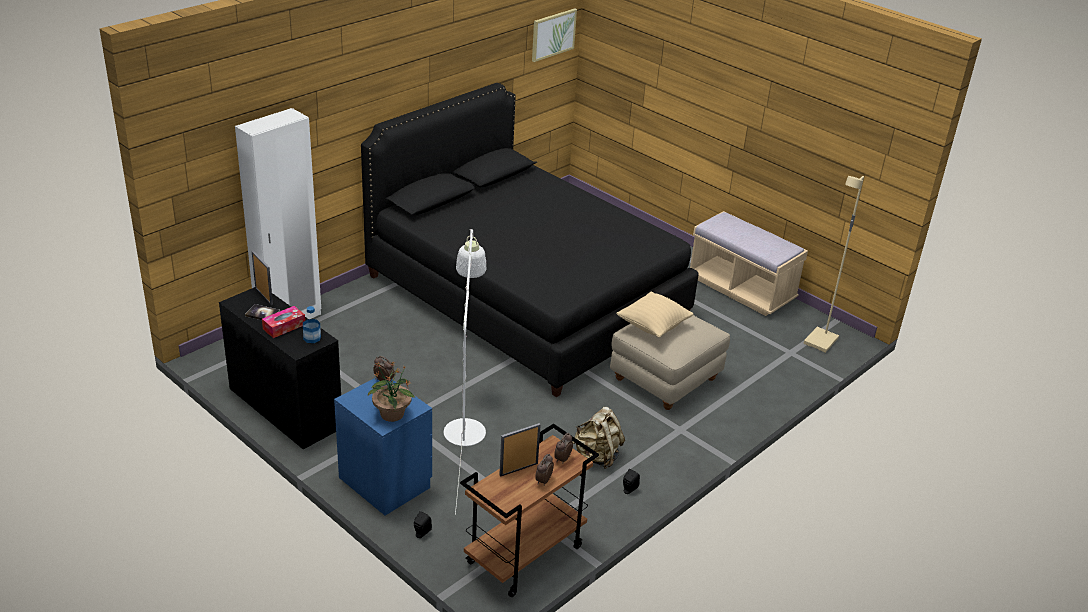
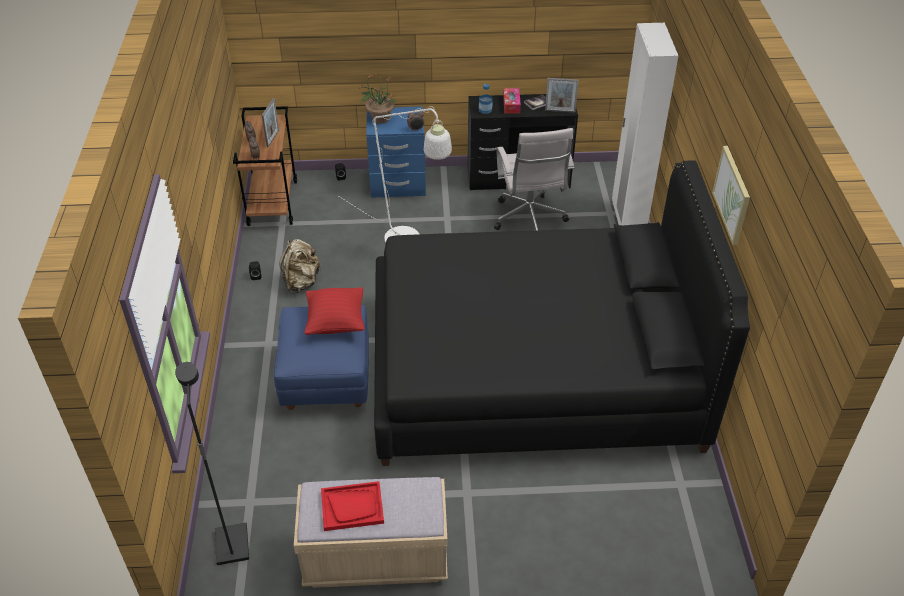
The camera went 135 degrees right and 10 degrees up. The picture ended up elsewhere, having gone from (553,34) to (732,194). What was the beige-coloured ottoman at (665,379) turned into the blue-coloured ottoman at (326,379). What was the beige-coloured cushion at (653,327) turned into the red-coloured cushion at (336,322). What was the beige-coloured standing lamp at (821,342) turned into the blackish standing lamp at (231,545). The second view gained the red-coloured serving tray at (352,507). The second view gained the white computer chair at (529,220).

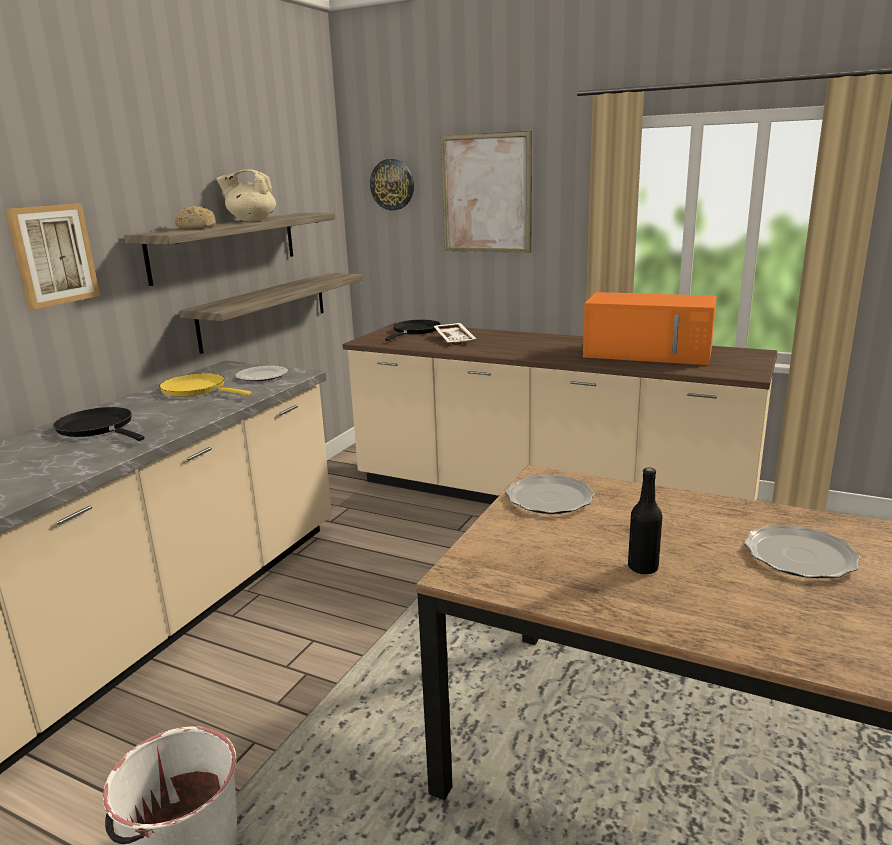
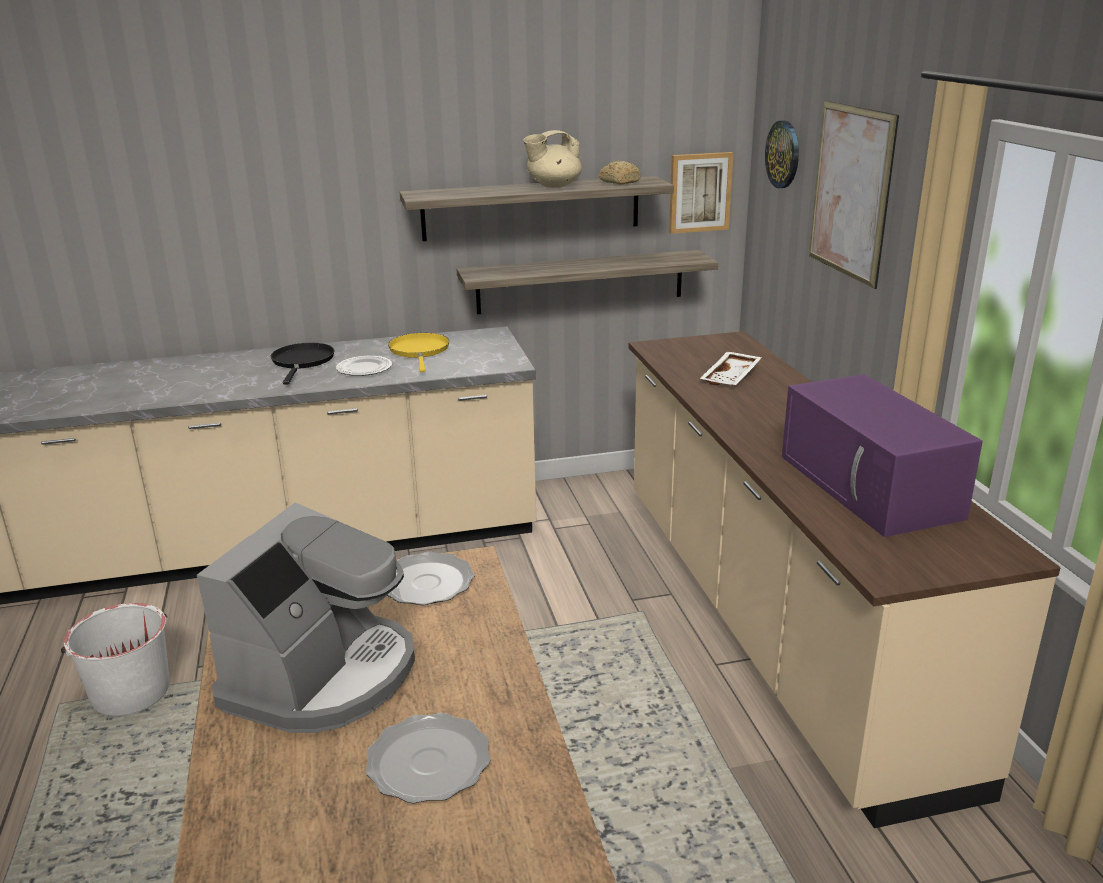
The camera went 50 degrees right and 5 degrees up. The picture ended up elsewhere, having gone from (53,255) to (699,192). The baked bread ended up elsewhere, having gone from (195,227) to (619,182). The beige-coloured teapot at (251,220) ended up facing another way, 75 degrees counterclockwise from before. The dinner plate ended up elsewhere, having gone from (263,376) to (365,368). The second view lost the blackish skillet at (415,331). What was the orange-coloured microwave at (649,353) turned into the purple-coloured microwave at (871,487). Where the blackish drink bottle stood at (643,568), the coffee brewer came to stand at (323,676).

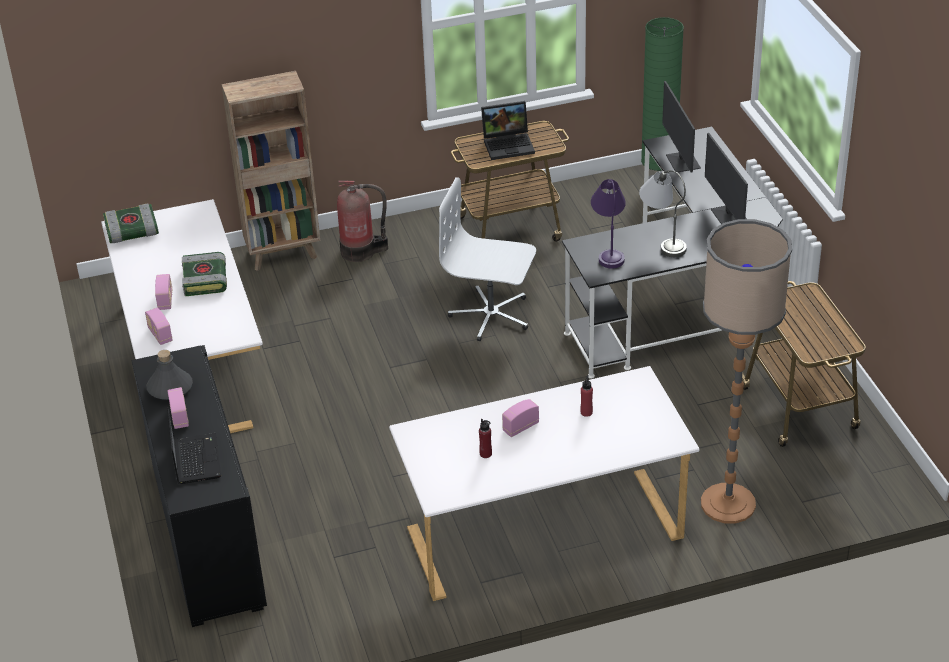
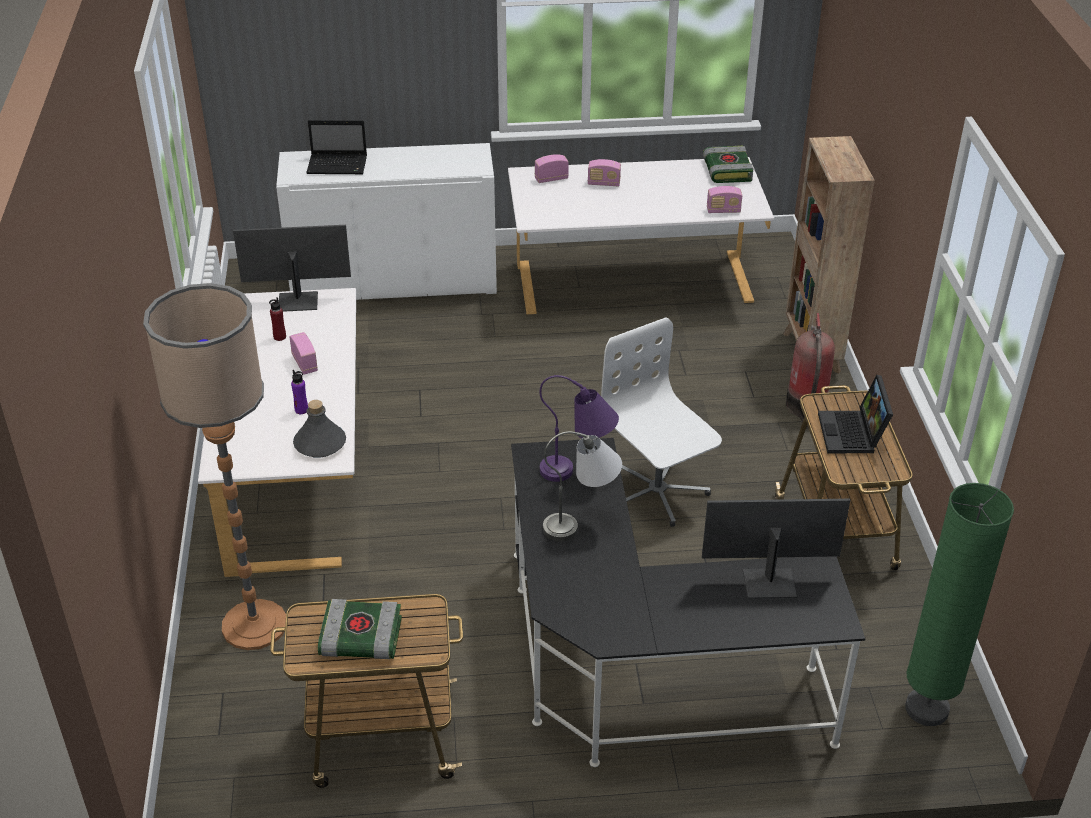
The camera went 100 degrees right and 0 degrees up. What was the blackish cabinet at (208,536) turned into the white cabinet at (394,282). The gray drink bottle ended up elsewhere, having gone from (169,388) to (320,443). The radio ended up elsewhere, having gone from (179,417) to (723,210). The bound book ended up elsewhere, having gone from (206,280) to (359,639). The white computer chair at (491,315) ended up facing another way, 60 degrees counterclockwise from before. What was the red-coloured drink bottle at (586,412) turned into the purple-coloured drink bottle at (301,410). The computer screen ended up elsewhere, having gone from (728,216) to (297,301).

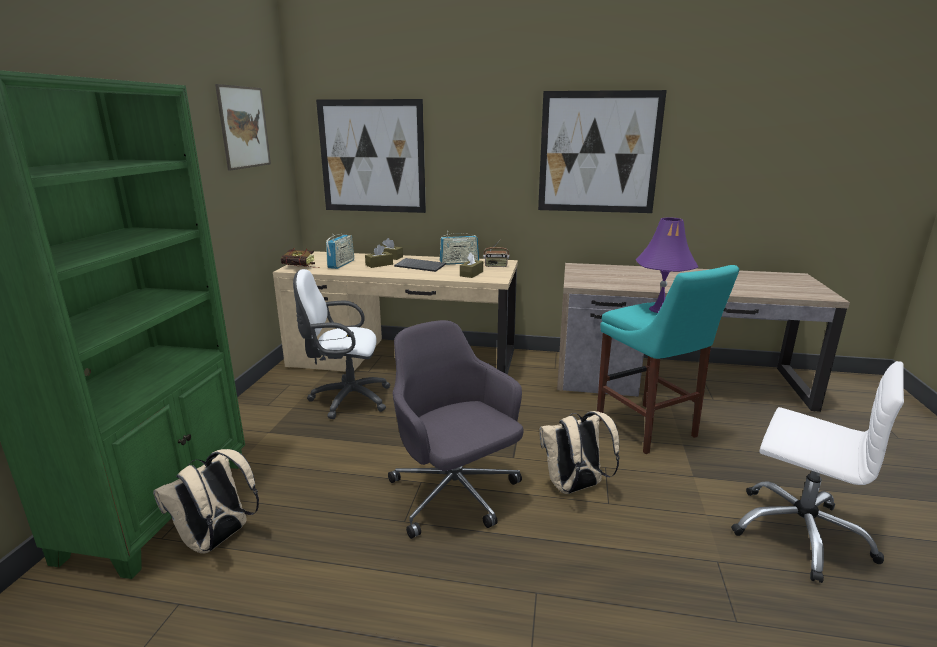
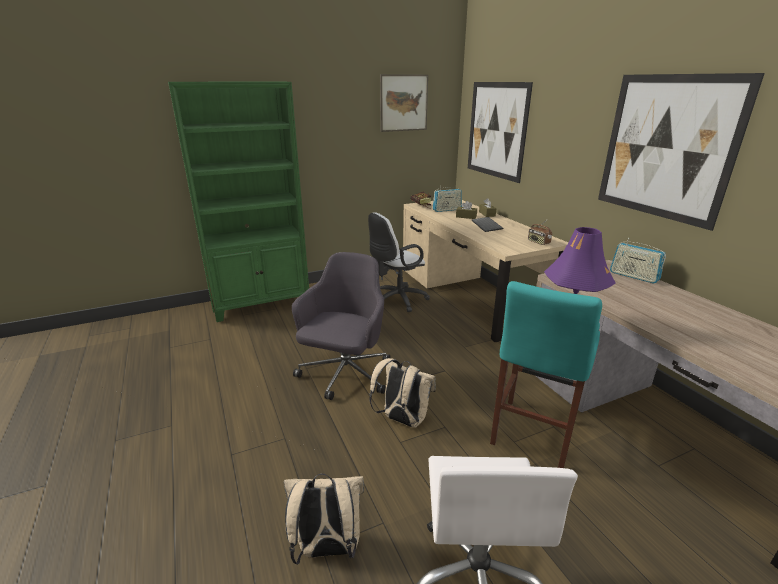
The camera went 55 degrees right and 5 degrees up. The beige-coloured backpack ended up elsewhere, having gone from (217,540) to (327,548). The white computer chair at (346,399) ended up facing another way, 90 degrees counterclockwise from before. The radio ended up elsewhere, having gone from (459,262) to (633,276). The second view lost the brownish tissue box at (471,274).

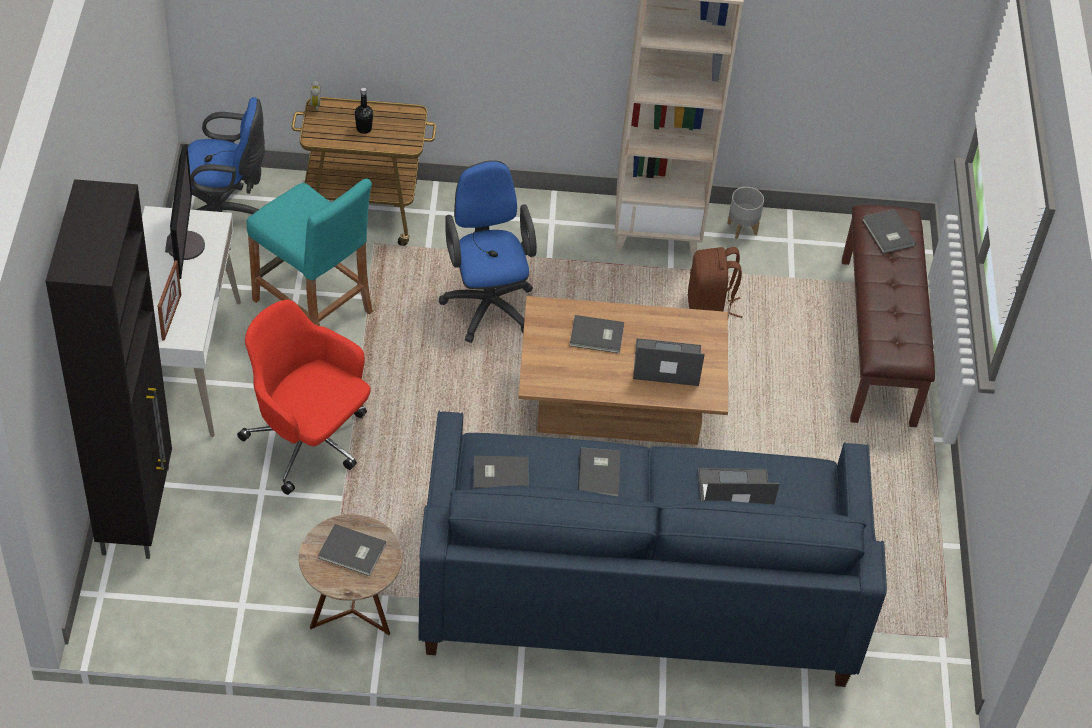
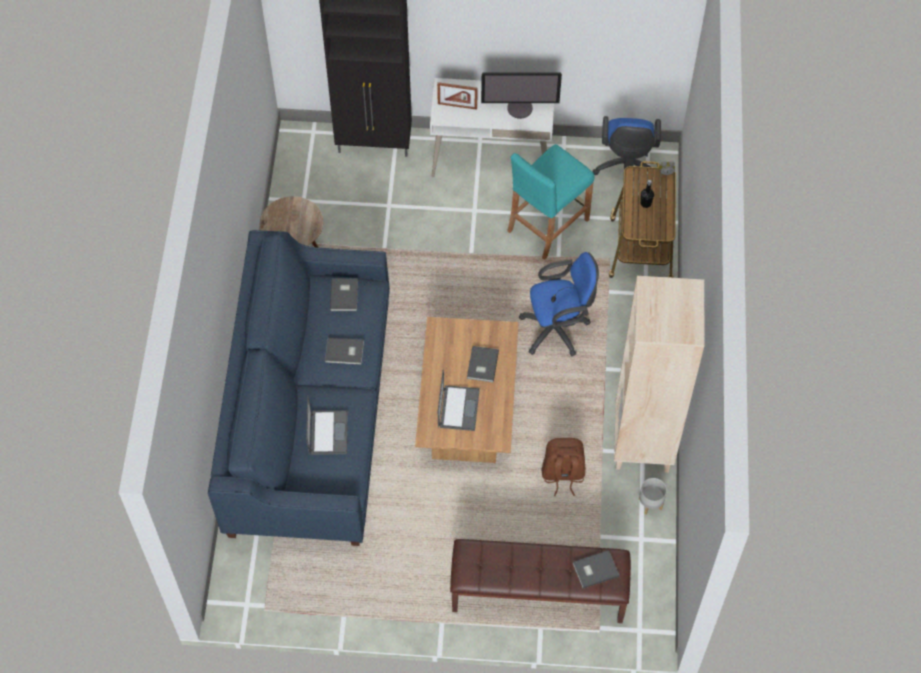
The camera went 95 degrees right and 10 degrees up. The second view lost the red-coloured computer chair at (309,442). The second view lost the gray bound book at (352,552).

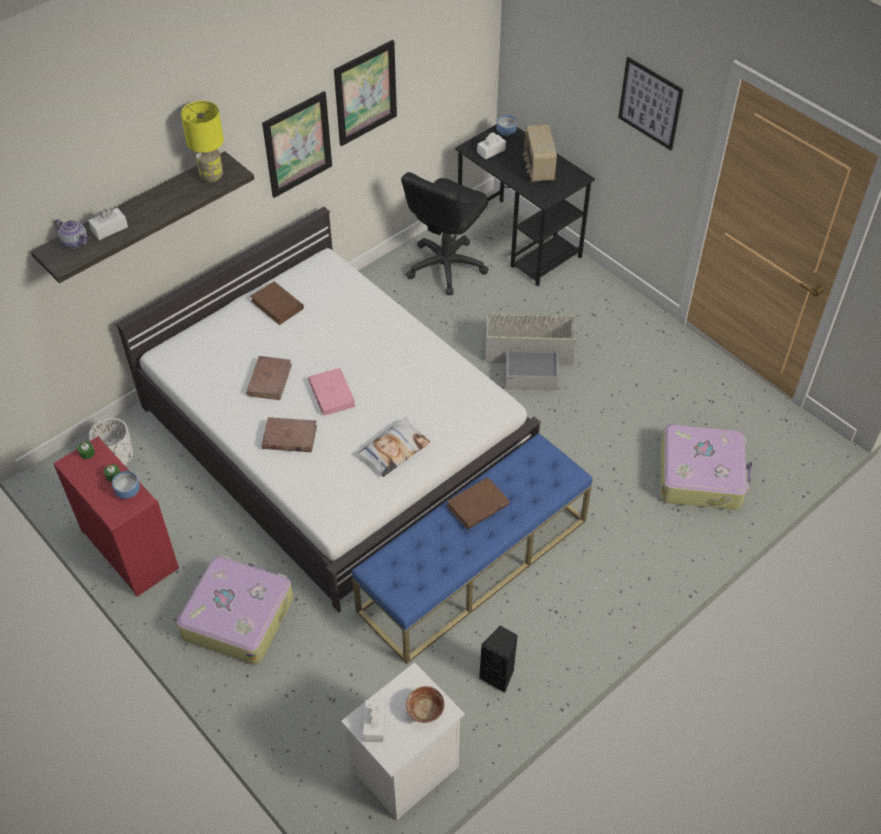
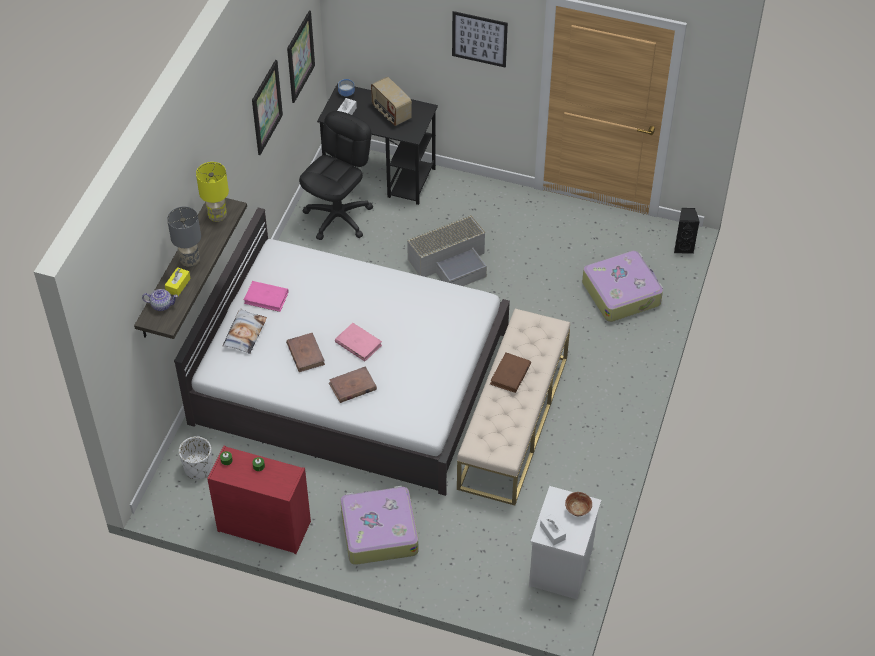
The camera went 30 degrees left and 0 degrees up. What was the white tissue box at (109,229) turned into the yellow-coloured tissue box at (178,285). The second view lost the serving bowl at (127,492). What was the brownish bound book at (277,305) turned into the pink bound book at (266,298). The picture ended up elsewhere, having gone from (297,144) to (300,56). What was the blue-coloured indoor bench at (474,564) turned into the beige-coloured indoor bench at (513,421). The cushion ended up elsewhere, having gone from (394,450) to (244,334). The blackish computer chair at (445,266) ended up facing another way, 150 degrees counterclockwise from before. The blackish loudspeaker ended up elsewhere, having gone from (498,675) to (683,247). The second view gained the gray table lamp at (190,261).

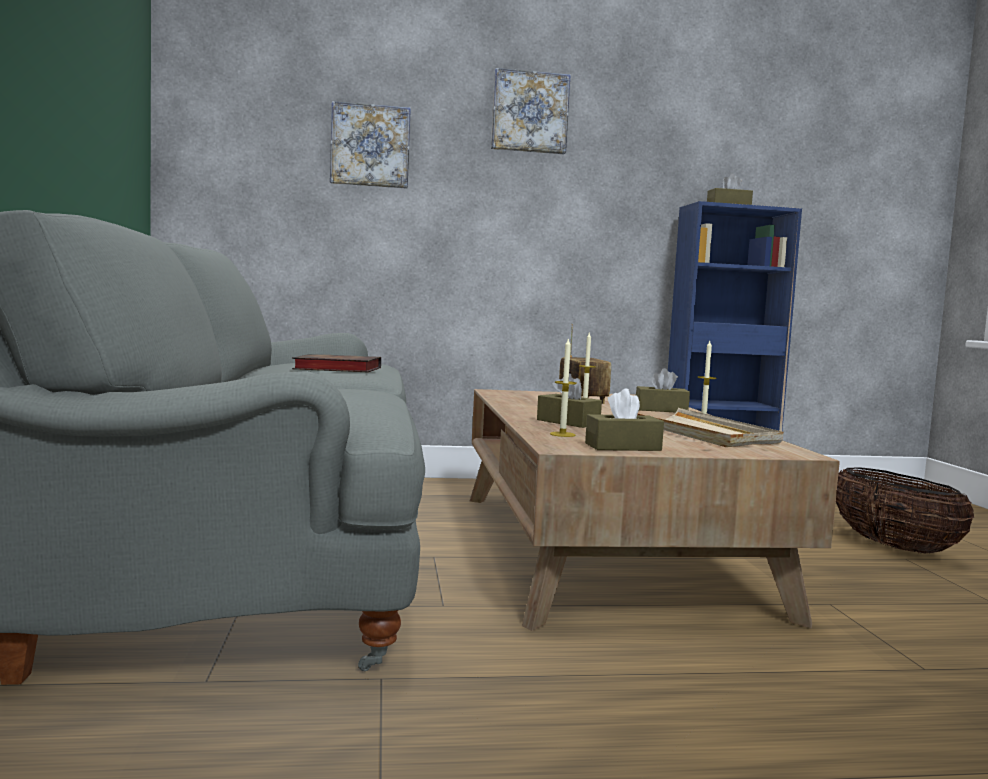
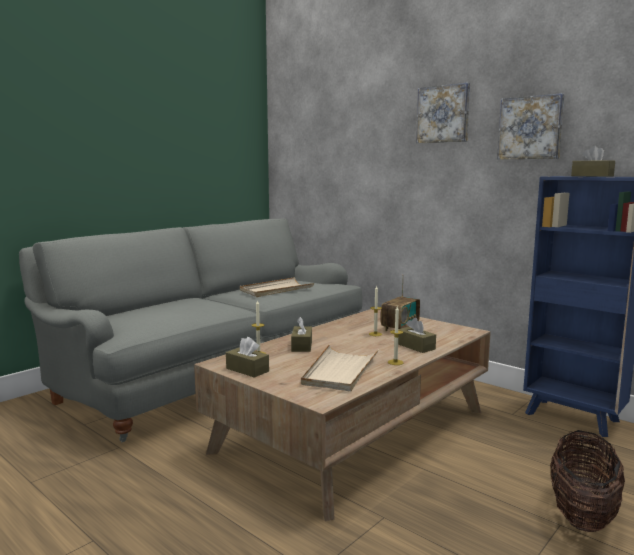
The camera went 50 degrees right and 5 degrees up. Where the bound book stood at (335,369), the beige-coloured serving tray came to stand at (276,290). The picture ended up elsewhere, having gone from (370,146) to (530,128).

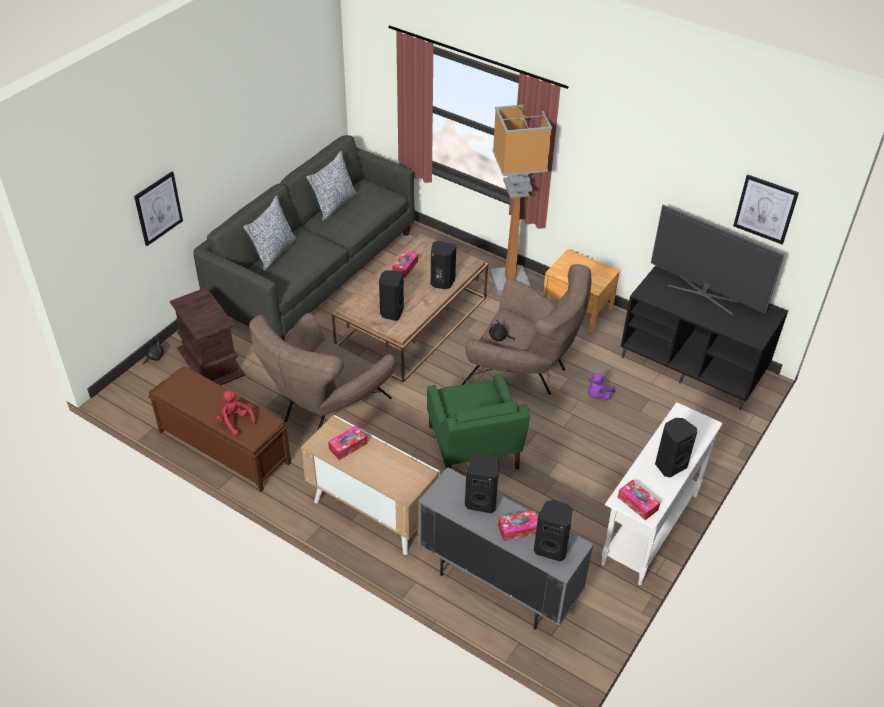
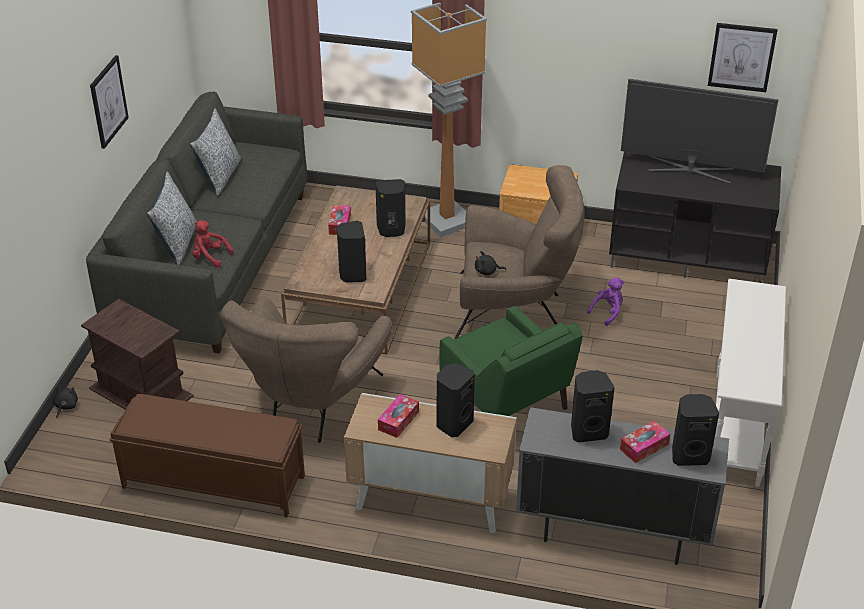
The camera went 20 degrees left and 5 degrees down. The picture ended up elsewhere, having gone from (158,208) to (108,101). The red-coloured cuddly toy ended up elsewhere, having gone from (235,421) to (210,257). The purple-coloured cuddly toy at (597,396) ended up facing another way, 150 degrees counterclockwise from before. The second view lost the tissue box at (637,503). The blackish loudspeaker ended up elsewhere, having gone from (669,465) to (453,423).

